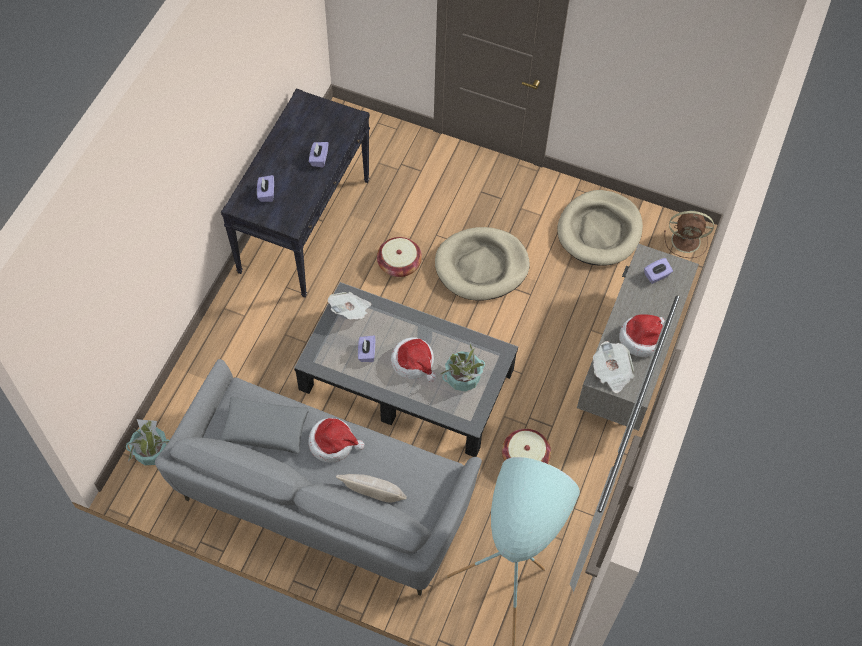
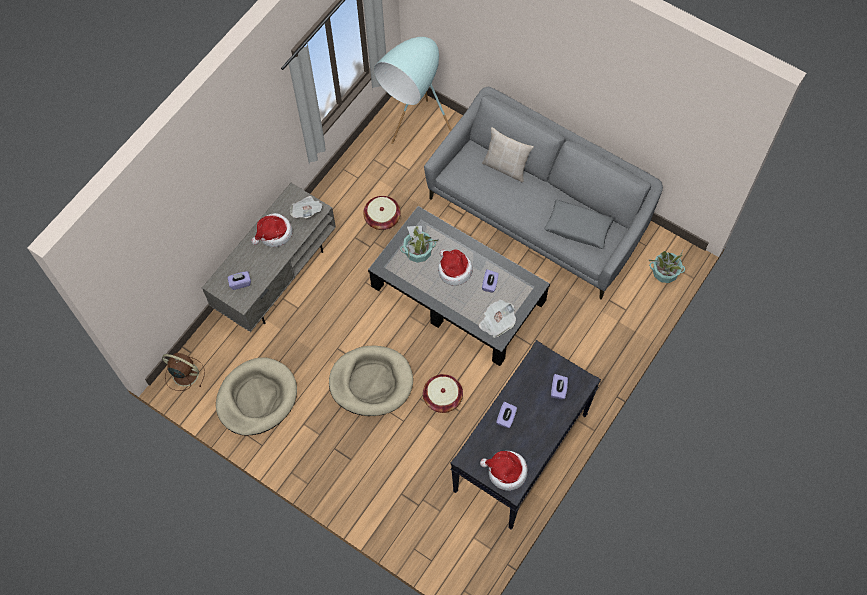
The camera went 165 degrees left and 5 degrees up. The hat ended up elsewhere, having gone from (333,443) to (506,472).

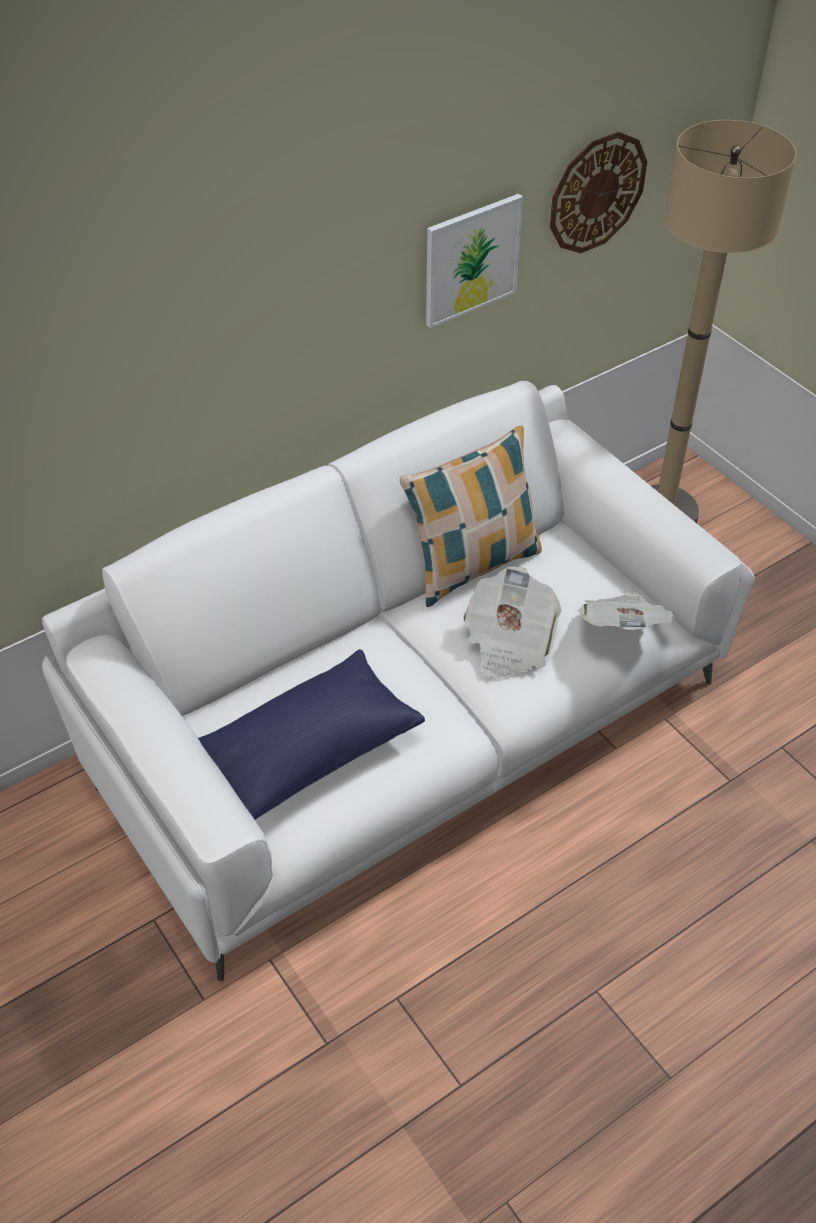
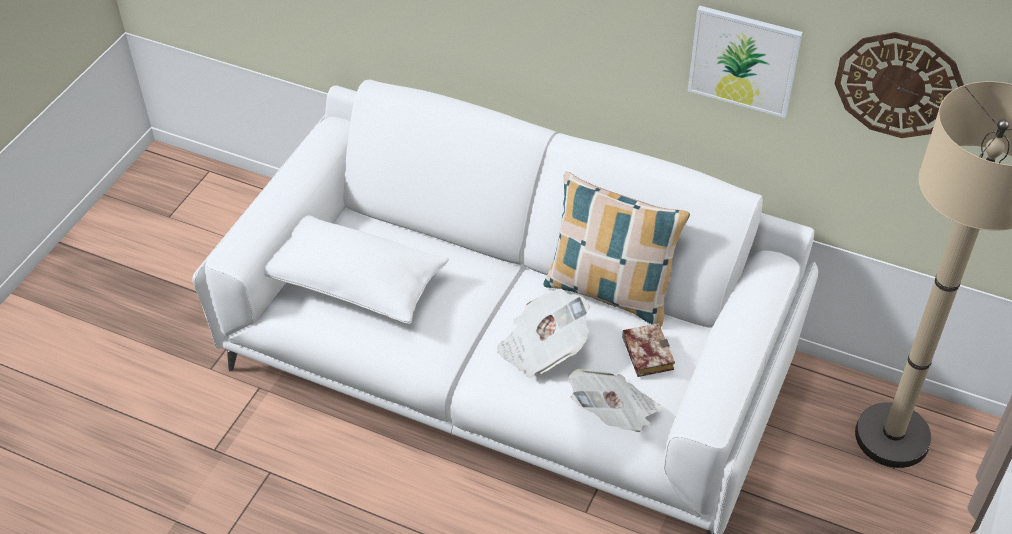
The camera went 60 degrees right and 0 degrees up. What was the blue-coloured cushion at (307,752) turned into the white cushion at (355,283). The second view gained the bound book at (645,352).

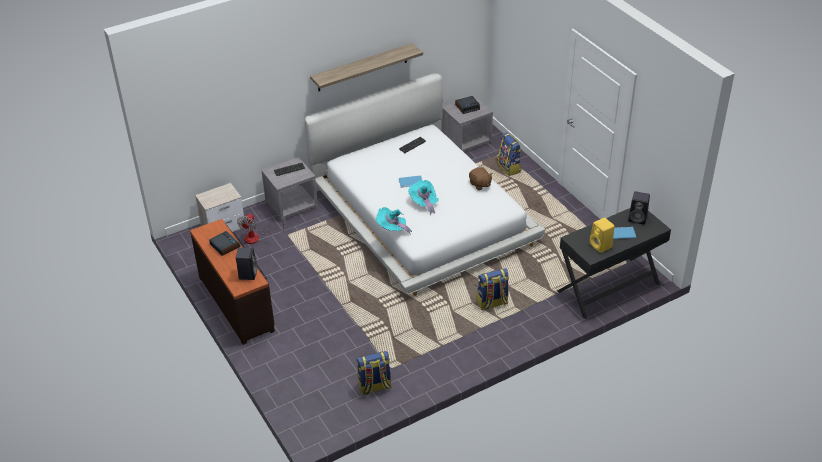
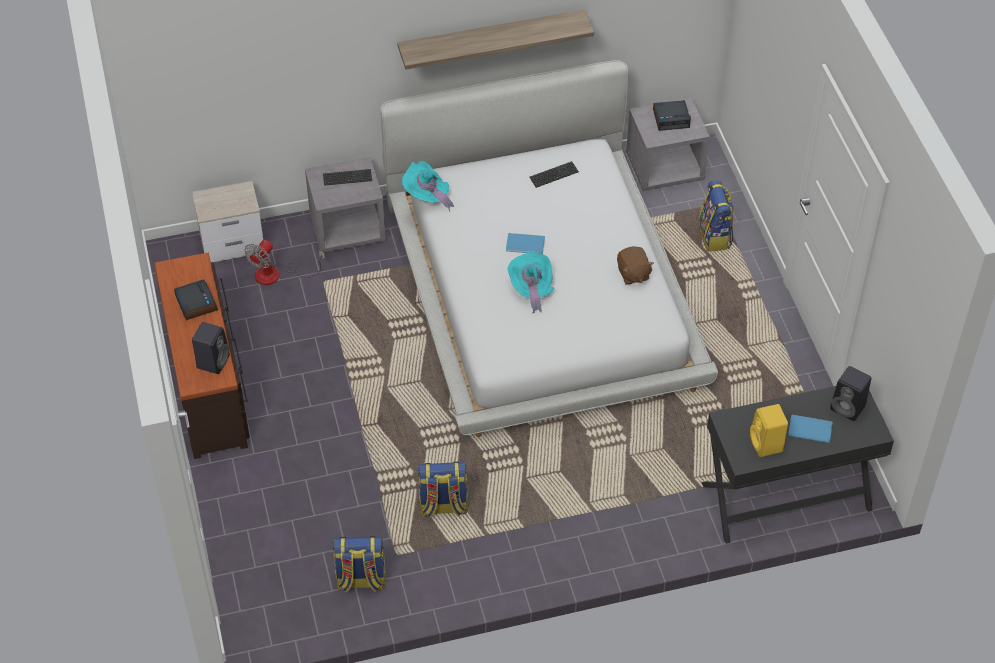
The camera went 15 degrees right and 10 degrees up. The turquoise-coloured hat ended up elsewhere, having gone from (392,229) to (427,196). The backpack ended up elsewhere, having gone from (492,303) to (443,506).

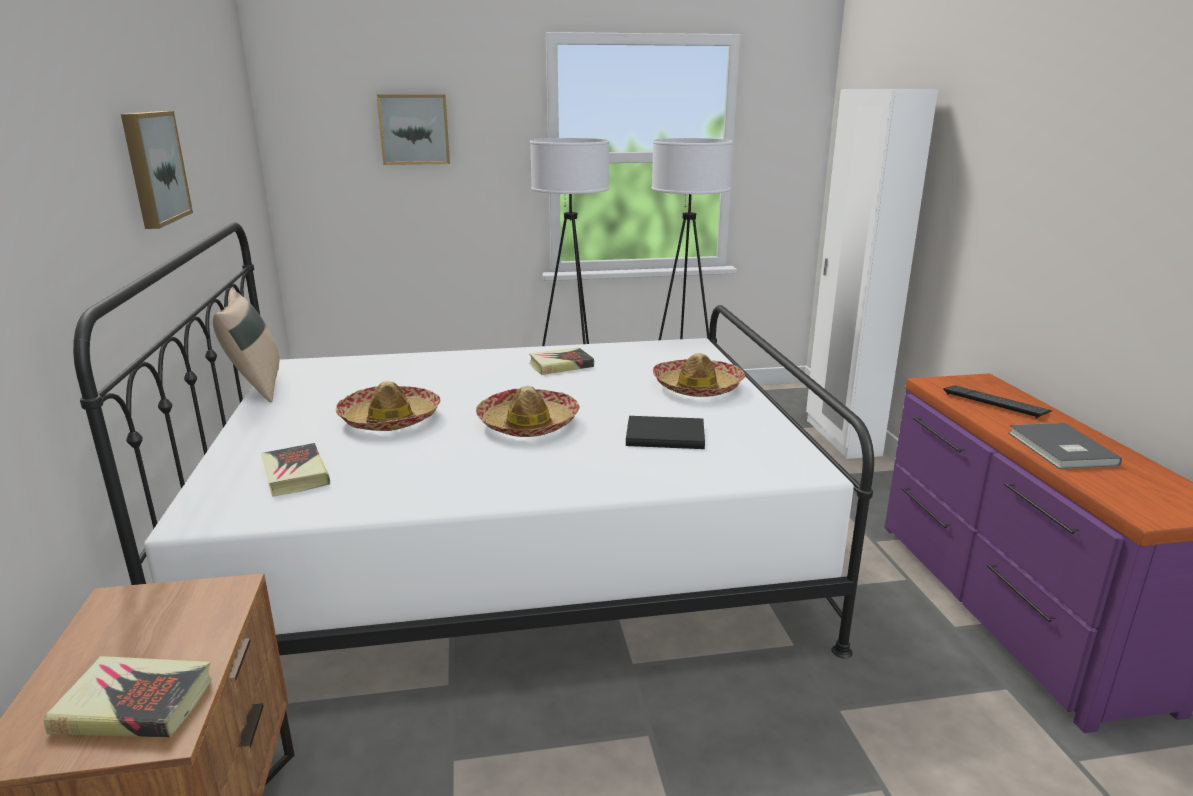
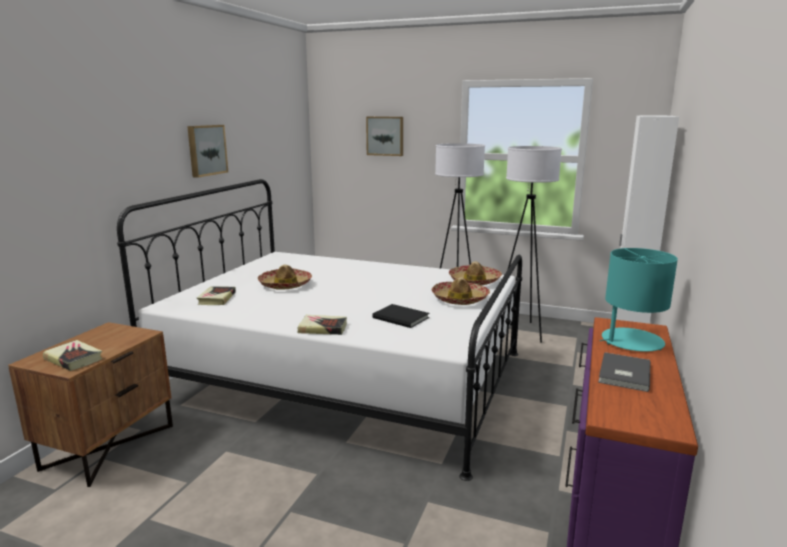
The camera went 30 degrees right and 5 degrees down. The second view lost the beige-coloured cushion at (255,387). The hat ended up elsewhere, having gone from (528,424) to (474,281). The bound book ended up elsewhere, having gone from (561,365) to (322,328). Where the computer keyboard stood at (995,402), the turquoise-coloured table lamp came to stand at (631,341).

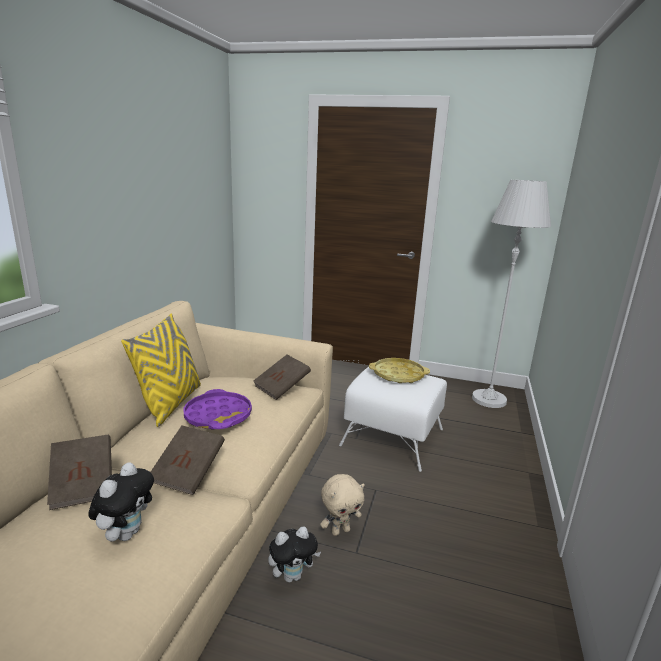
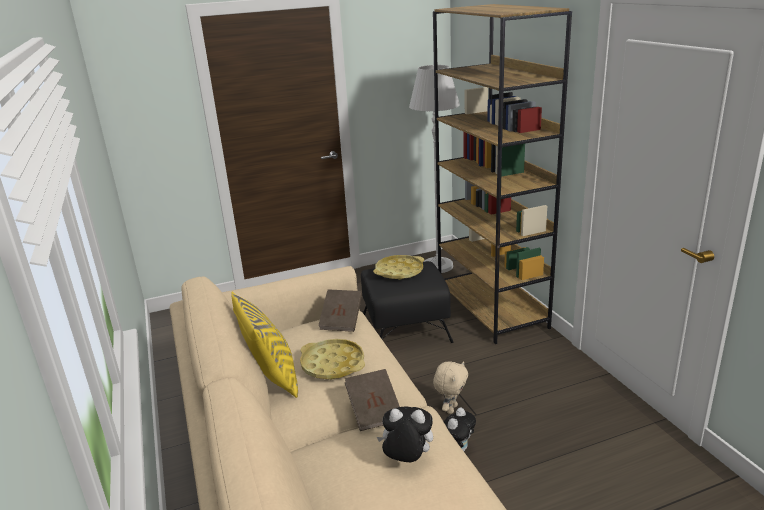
The camera went 35 degrees left and 5 degrees up. The second view lost the brownish bound book at (84,485). The cuddly toy at (126,533) ended up facing another way, 60 degrees counterclockwise from before. What was the purple-coloured serving tray at (218,416) turned into the yellow-coloured serving tray at (332,364). What was the white ottoman at (393,437) turned into the blackish ottoman at (406,328). The second view gained the brownish bookshelf at (492,308).

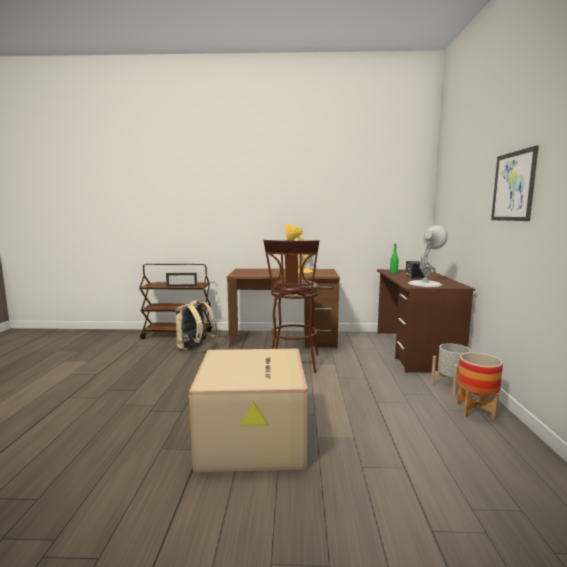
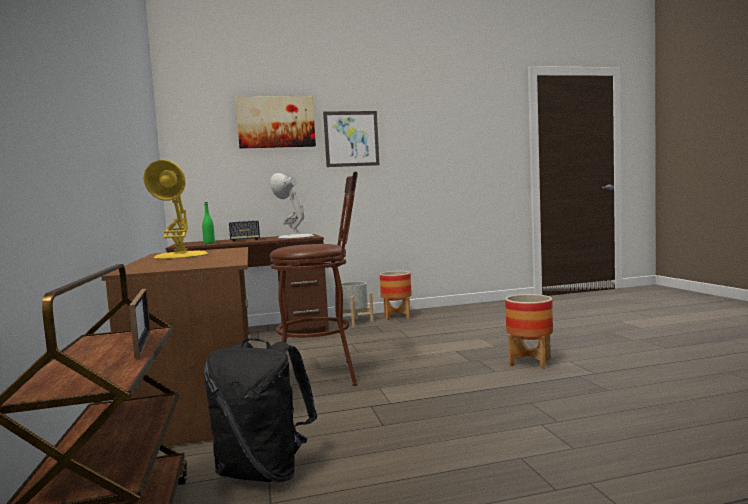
The camera went 105 degrees left and 5 degrees down. What was the beige-coloured backpack at (194,348) turned into the blackish backpack at (264,472). Where the packing box stood at (254,438), the planter came to stand at (530,362). The second view gained the picture at (276,122).

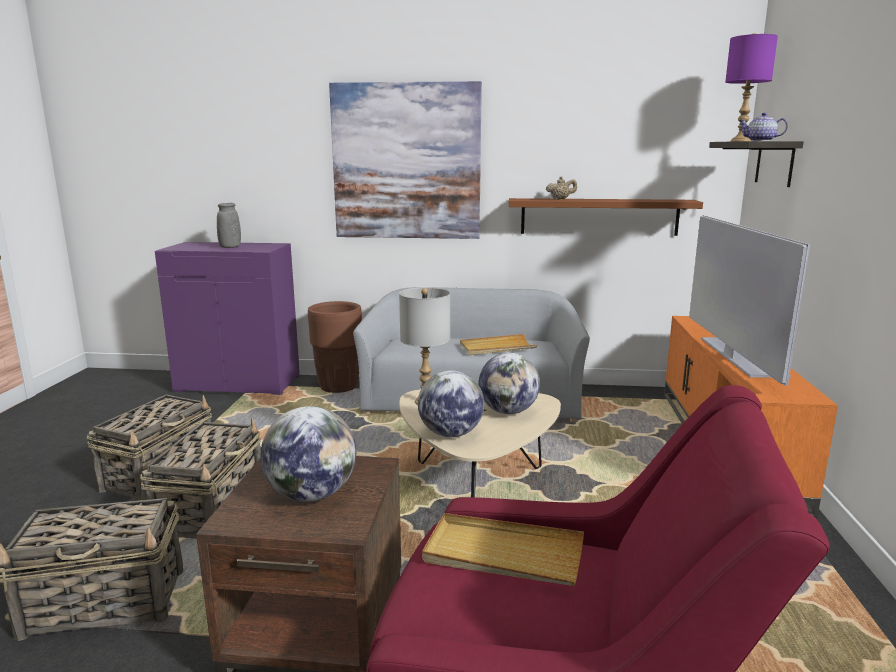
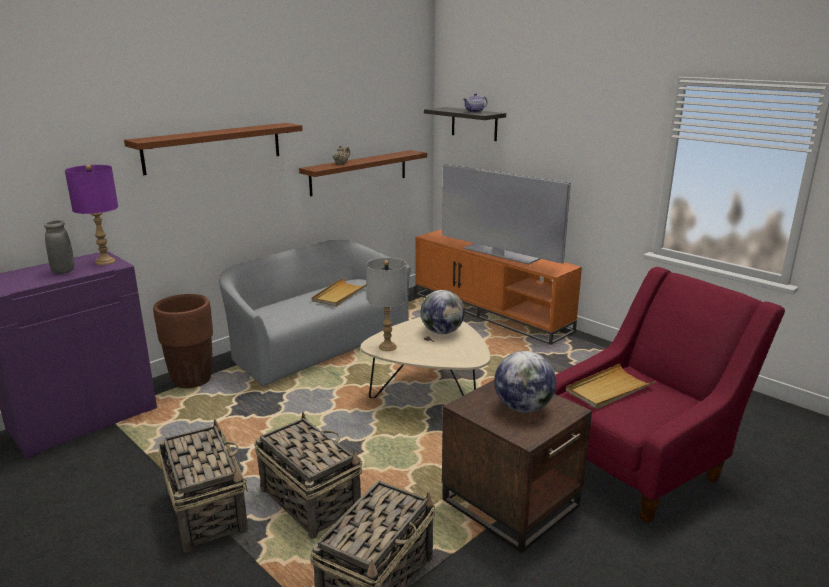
The camera went 50 degrees left and 5 degrees up. Where the picture hung at (406,162), the brownish wall shelf came to hang at (214,147). The second view lost the globe at (450,434). The purple-coloured table lamp ended up elsewhere, having gone from (741,141) to (105,261).

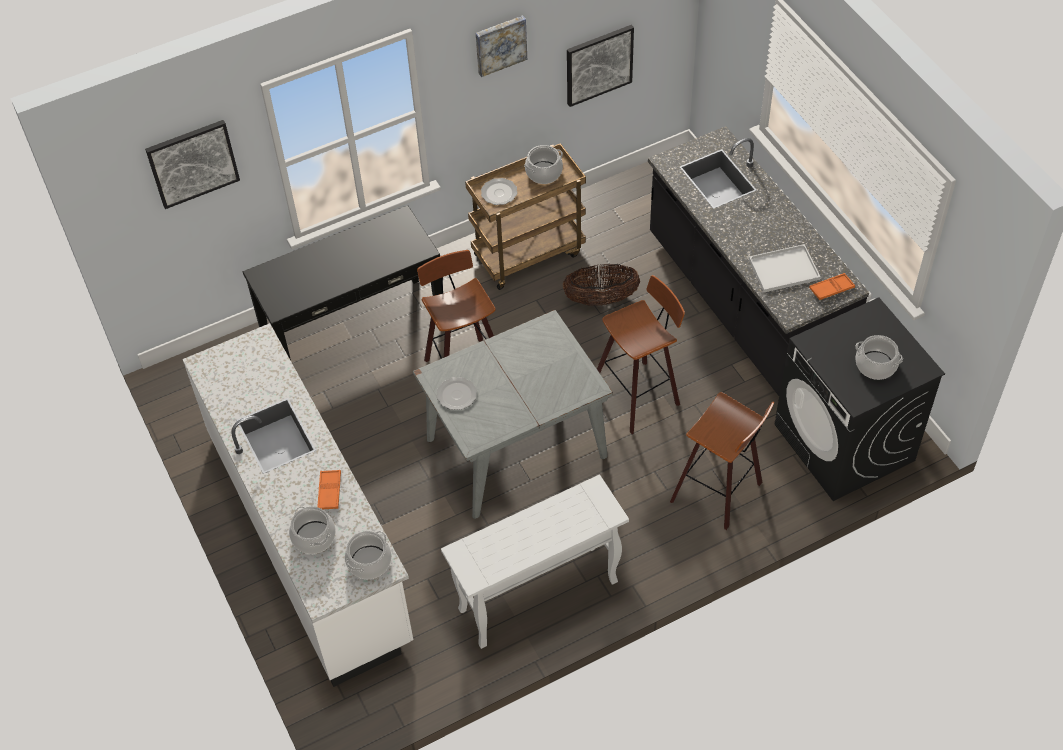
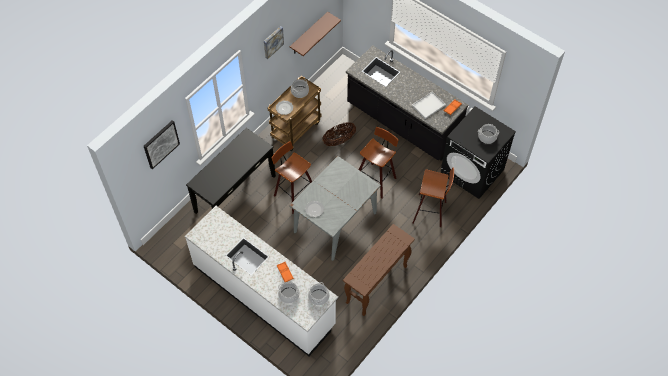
The camera went 25 degrees left and 5 degrees up. What was the white console table at (537,597) turned into the brownish console table at (376,285). Where the picture hung at (598,64), the brownish wall shelf came to hang at (308,34).

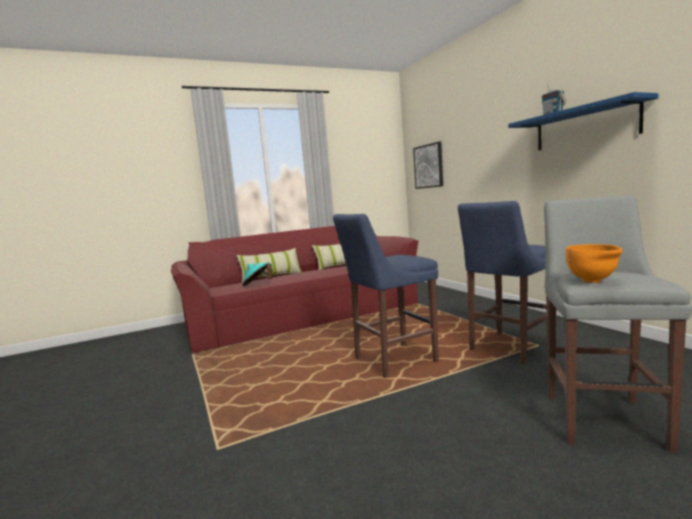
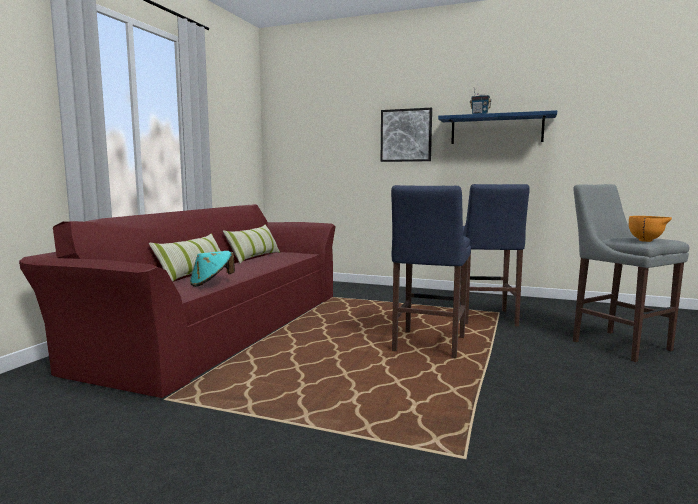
The camera went 45 degrees left and 0 degrees up. The picture ended up elsewhere, having gone from (428,166) to (406,135).

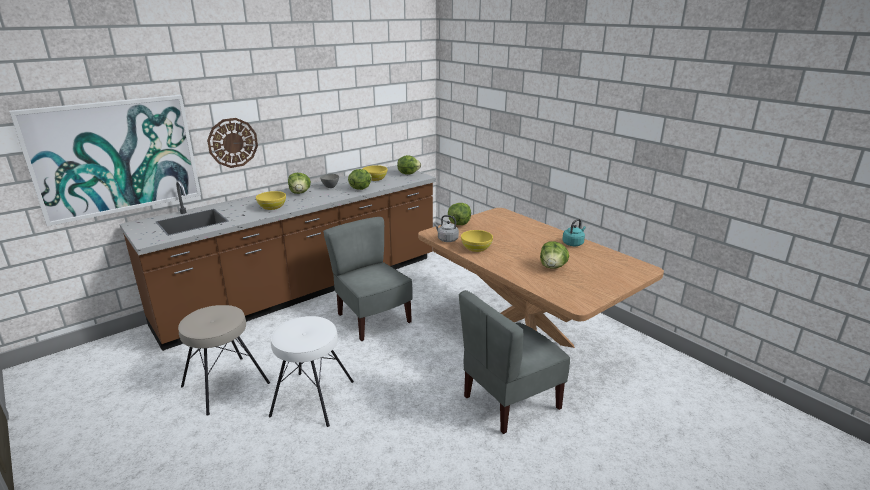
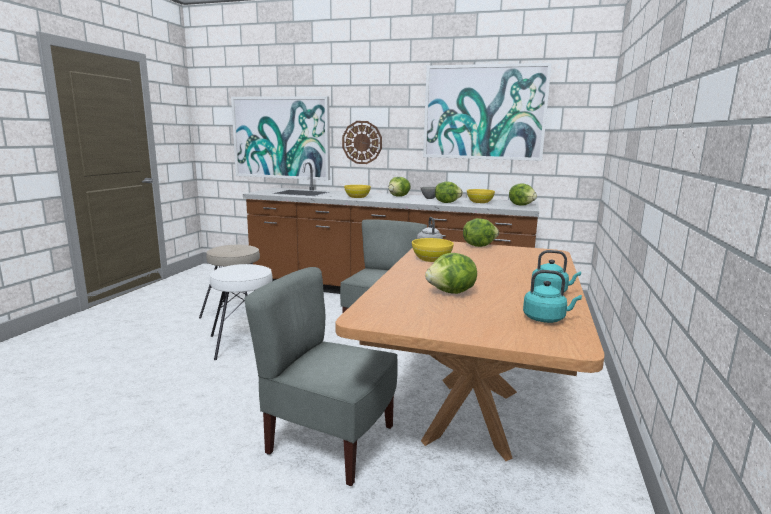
The camera went 55 degrees right and 10 degrees down. The second view gained the picture at (484,112). The second view gained the turquoise-coloured water kettle at (546,319).

